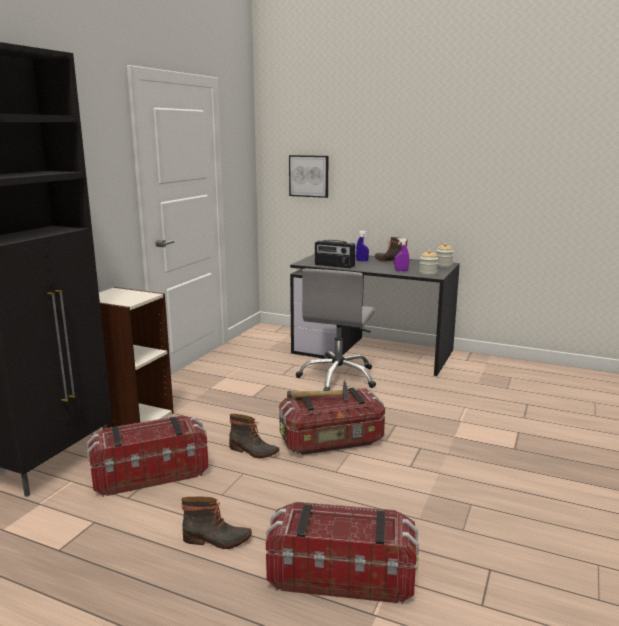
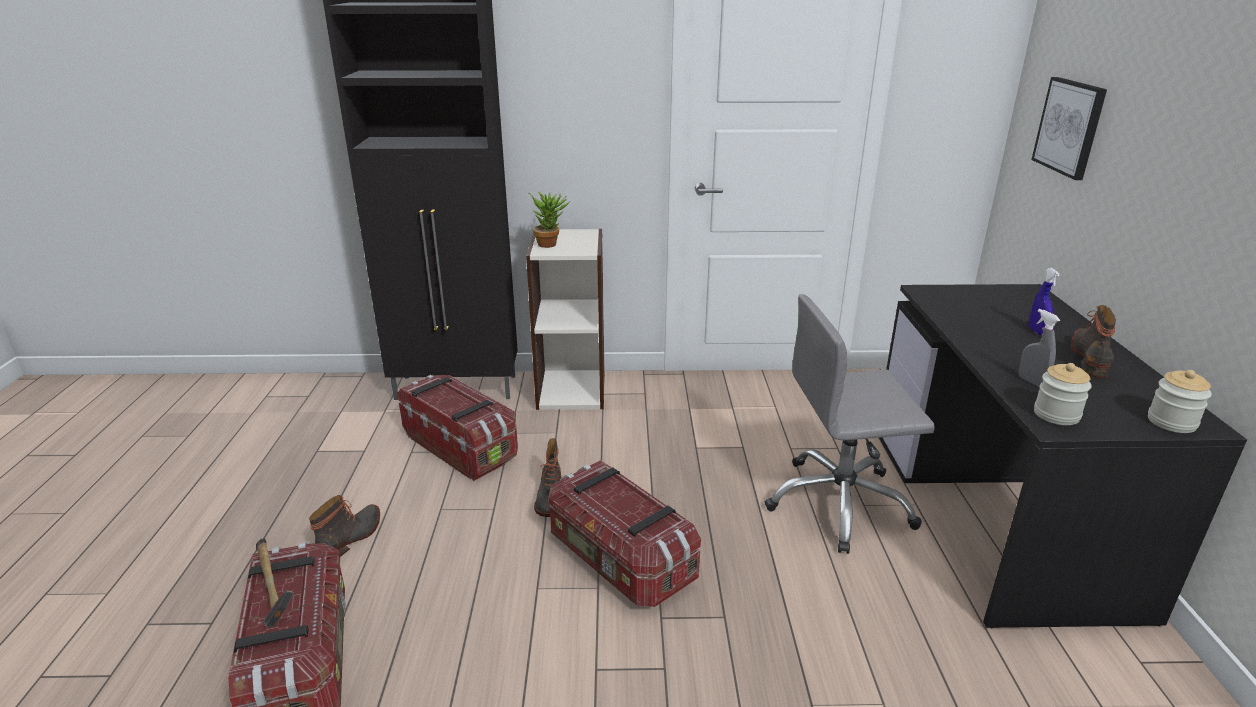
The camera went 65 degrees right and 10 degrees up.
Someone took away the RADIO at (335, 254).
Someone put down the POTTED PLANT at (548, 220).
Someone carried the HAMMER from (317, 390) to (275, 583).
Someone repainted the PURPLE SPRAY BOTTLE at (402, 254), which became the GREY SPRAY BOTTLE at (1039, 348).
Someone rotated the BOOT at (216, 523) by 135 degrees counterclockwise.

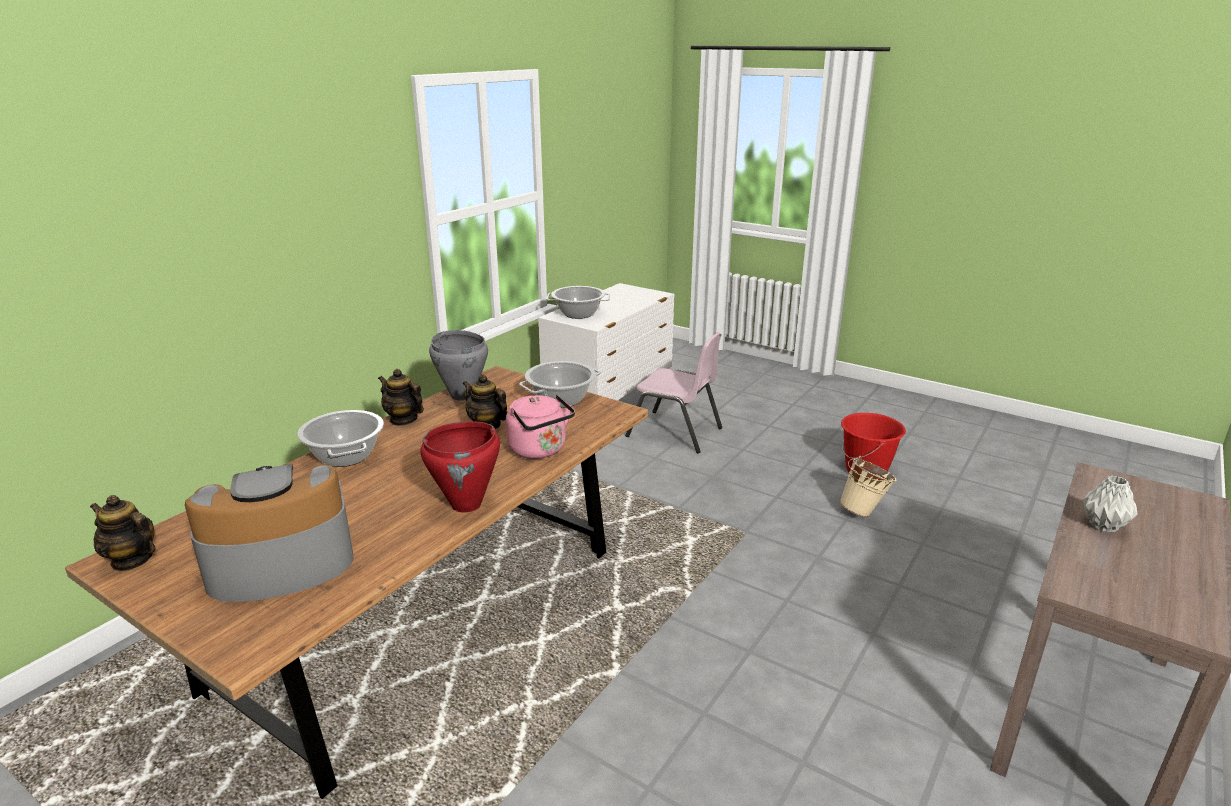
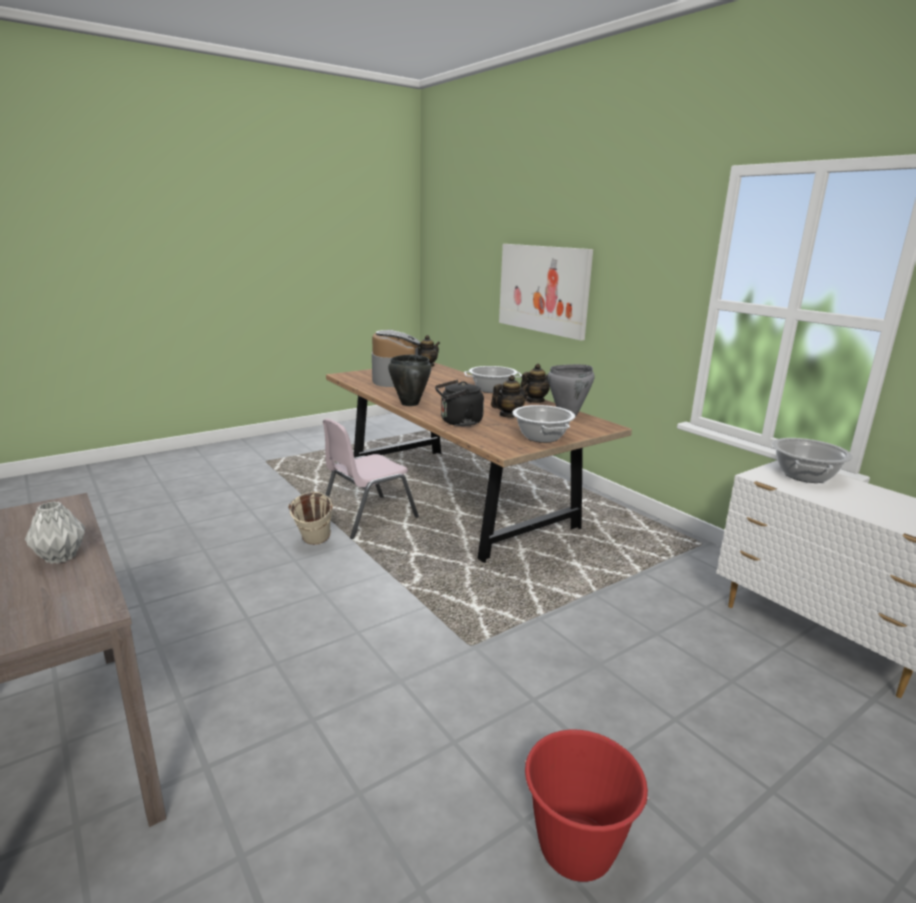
The camera went 110 degrees right and 5 degrees down.
Someone put up the PICTURE at (546, 292).
Someone carried the PINK CHAIR from (673, 392) to (371, 478).
Someone carried the BEIGE BUCKET from (868, 486) to (311, 518).
Someone repainted the RED COOKING POT at (460, 467), which became the BLACK COOKING POT at (409, 380).
Someone repainted the PINK KETTLE at (540, 426), which became the BLACK KETTLE at (459, 403).

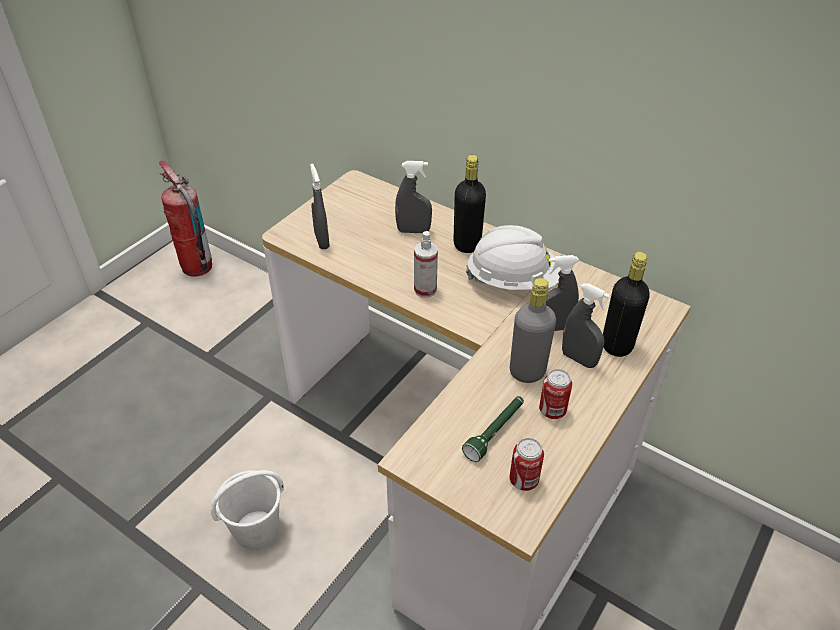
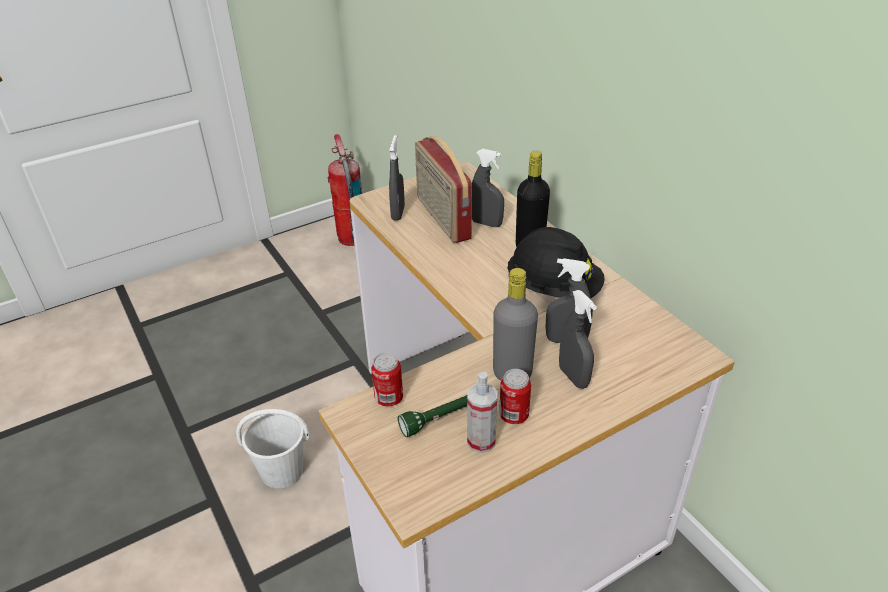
The camera went 25 degrees right and 5 degrees down.
Someone took away the BLACK BOTTLE at (626, 304).
Someone put down the RADIO at (443, 189).
Someone carried the SPRAY BOTTLE from (426, 264) to (482, 412).
Someone carried the CAN from (526, 464) to (387, 379).
Someone repainted the WHITE HARD HAT at (513, 257), which became the BLACK HARD HAT at (556, 262).

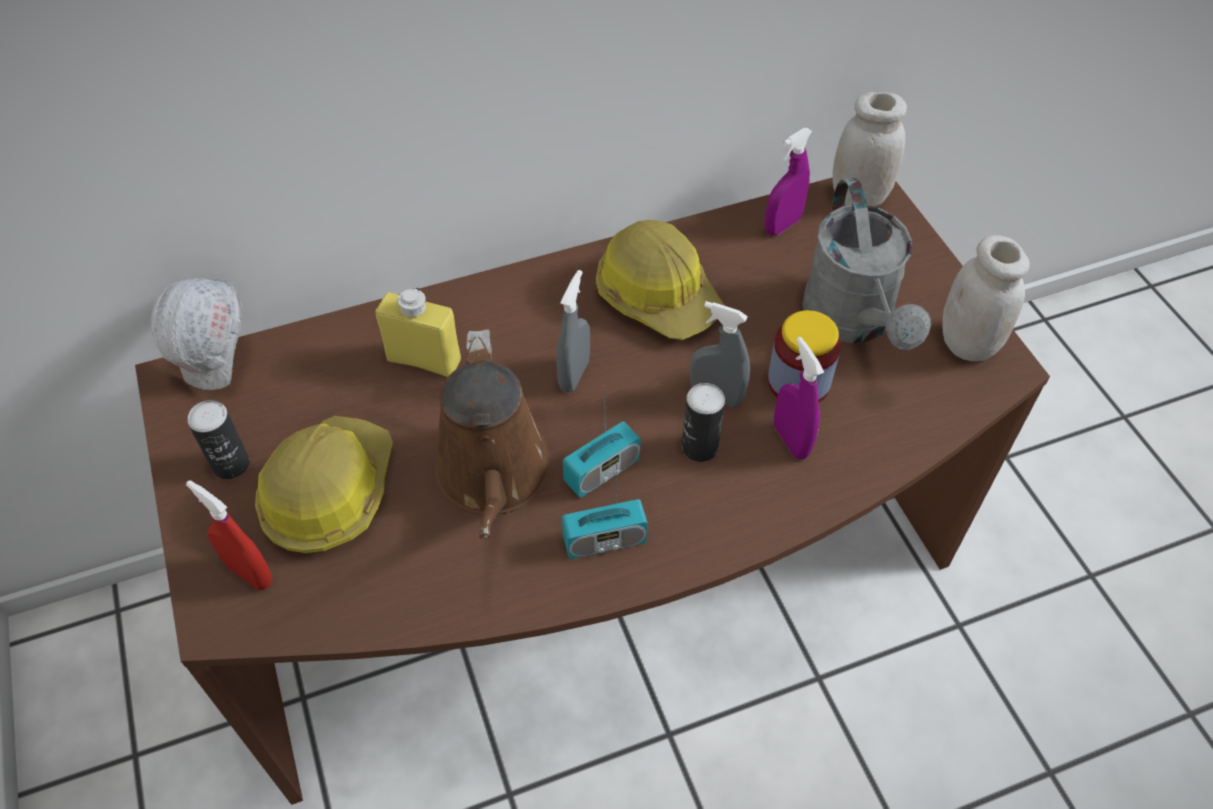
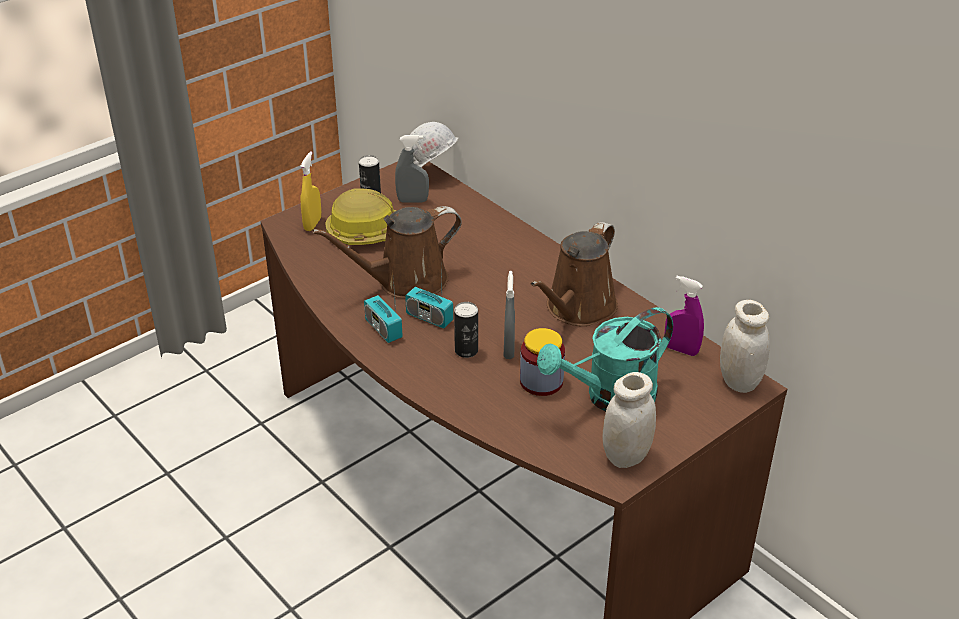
The camera went 70 degrees right and 15 degrees down.
Someone took away the YELLOW BOTTLE at (418, 332).
Someone took away the PURPLE SPRAY BOTTLE at (799, 398).
Someone carried the GREY SPRAY BOTTLE from (573, 331) to (412, 169).
Someone swapped the HARD HAT at (660, 280) for the BROWN WATERING CAN at (574, 274).
Someone repainted the RED SPRAY BOTTLE at (229, 535), which became the YELLOW SPRAY BOTTLE at (310, 191).
Someone repainted the GREY WATERING CAN at (866, 264), which became the TURQUOISE WATERING CAN at (605, 359).

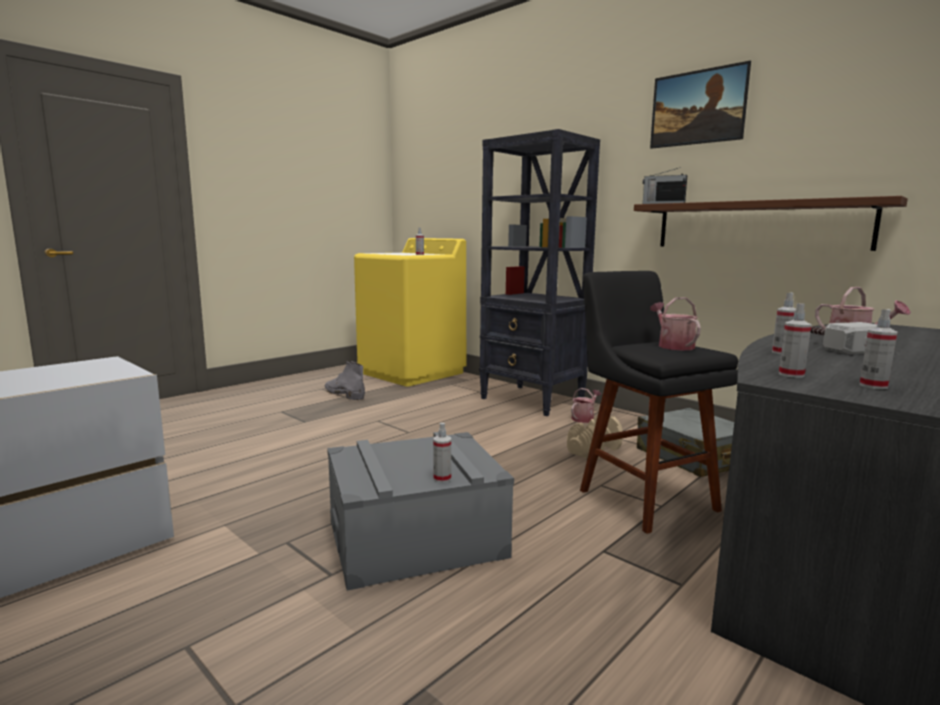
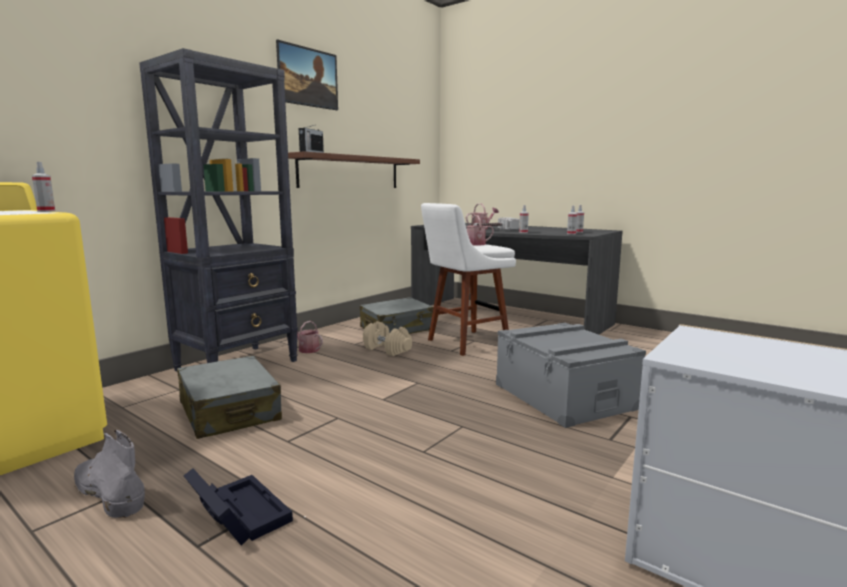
The camera went 95 degrees left and 0 degrees up.
Someone took away the SPRAY BOTTLE at (442, 453).
Someone put down the GREY SUITCASE at (229, 397).
Someone put down the BLACK STORAGE BOX at (238, 507).
Someone repainted the BLACK STOOL at (659, 402), which became the WHITE STOOL at (468, 279).
Someone rotated the GREY BOOT at (345, 380) by 90 degrees clockwise.

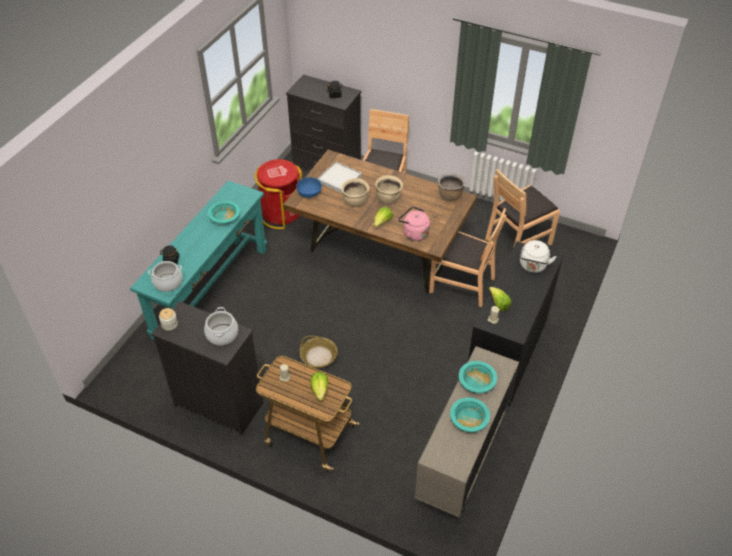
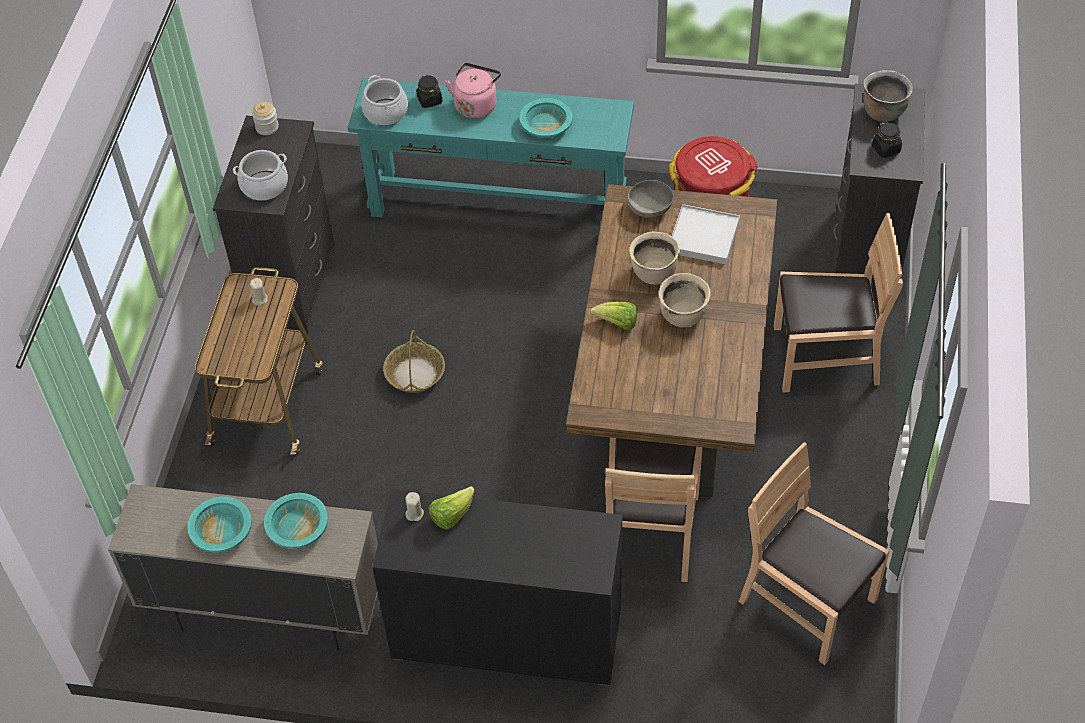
The camera went 75 degrees right and 5 degrees up.
Someone took away the LETTUCE at (319, 386).
Someone took away the WHITE KETTLE at (538, 256).
Someone carried the PINK KETTLE from (414, 223) to (473, 90).
Someone carried the BROWN COOKING POT from (451, 187) to (888, 96).
Someone repainted the BLUE BOWL at (309, 187), which became the GREY BOWL at (651, 199).

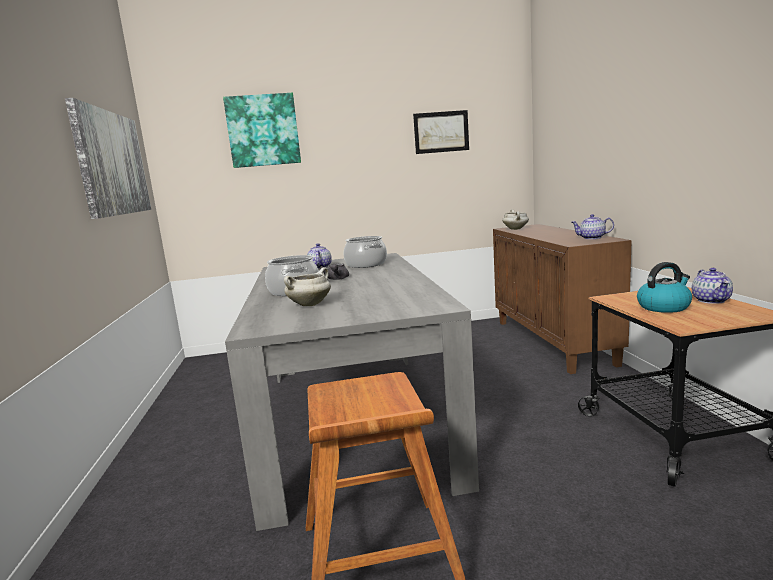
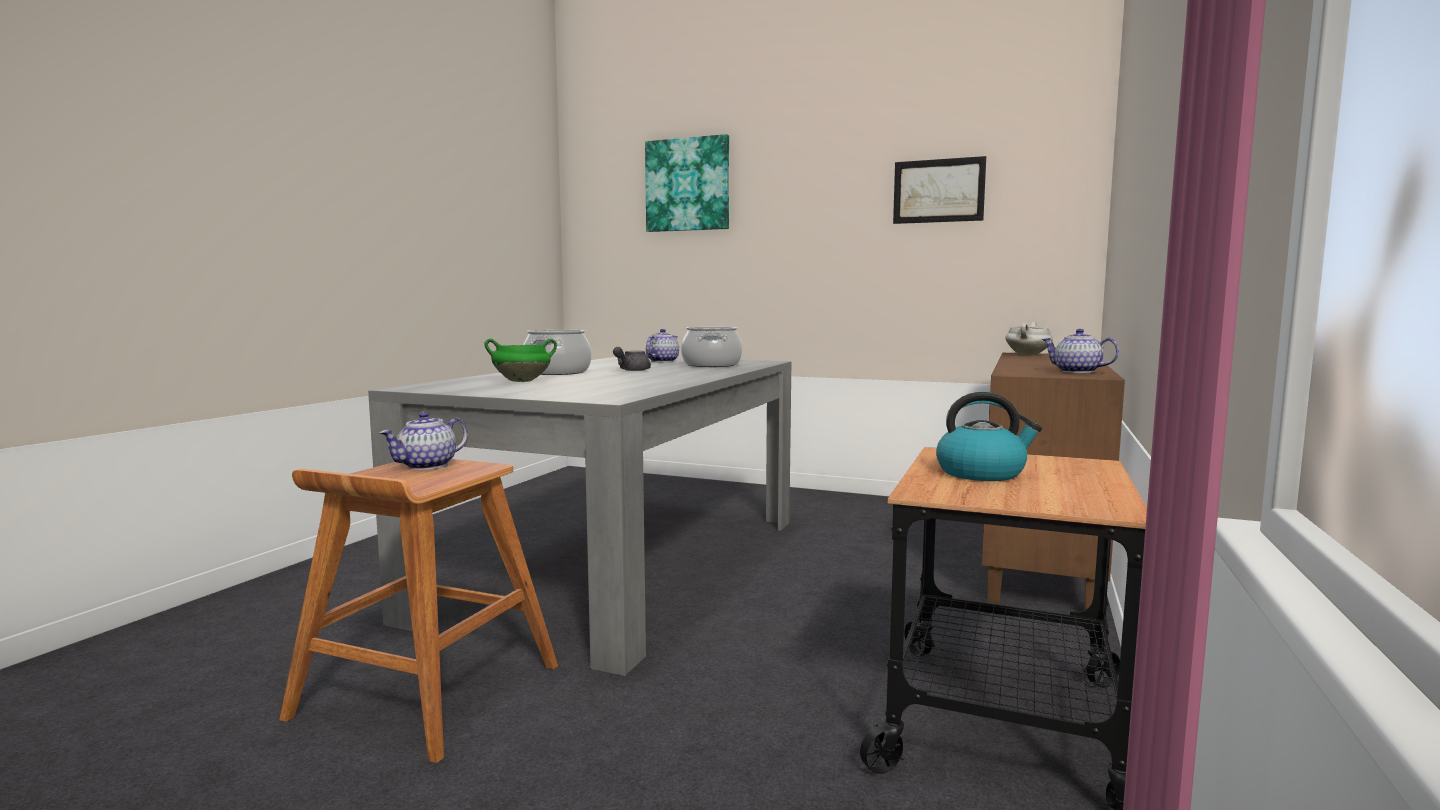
The camera went 30 degrees right and 5 degrees down.
Someone took away the PICTURE at (108, 158).
Someone carried the TEAPOT from (712, 286) to (423, 441).
Someone repainted the WHITE COOKING POT at (307, 286), which became the GREEN COOKING POT at (521, 360).

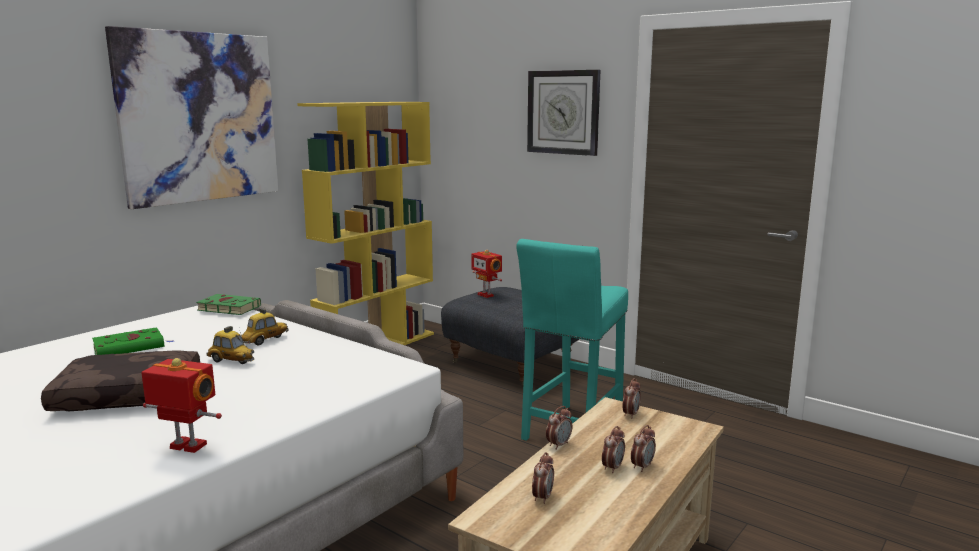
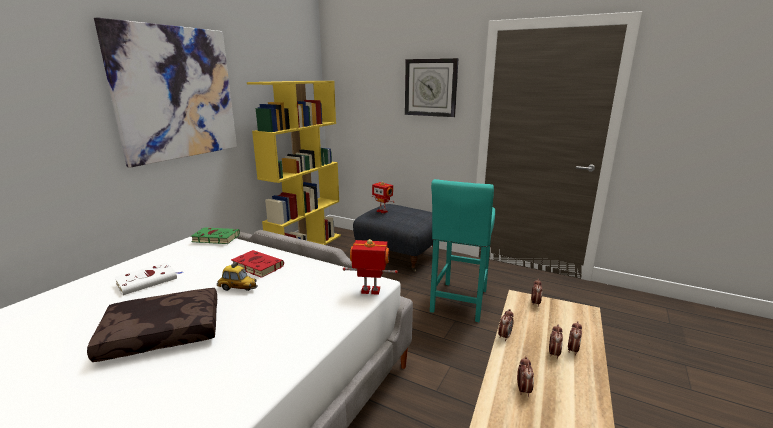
The camera went 10 degrees left and 5 degrees up.
Someone carried the TOY ROBOT from (181, 405) to (370, 267).
Someone swapped the TOY CAR at (265, 326) for the RED BOOK at (257, 264).
Someone repainted the GREEN BOOK at (133, 341), which became the WHITE BOOK at (149, 278).

